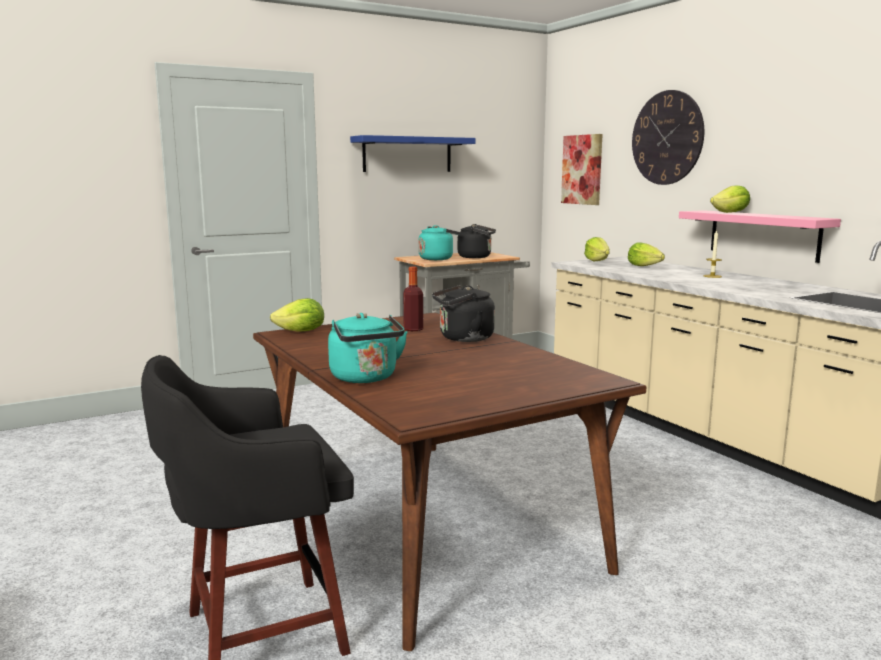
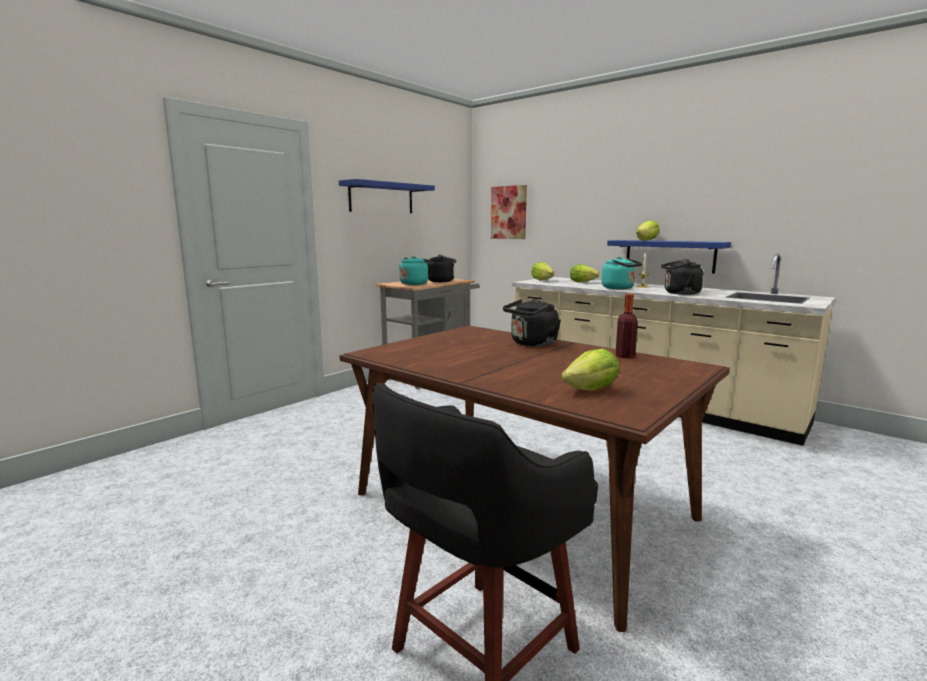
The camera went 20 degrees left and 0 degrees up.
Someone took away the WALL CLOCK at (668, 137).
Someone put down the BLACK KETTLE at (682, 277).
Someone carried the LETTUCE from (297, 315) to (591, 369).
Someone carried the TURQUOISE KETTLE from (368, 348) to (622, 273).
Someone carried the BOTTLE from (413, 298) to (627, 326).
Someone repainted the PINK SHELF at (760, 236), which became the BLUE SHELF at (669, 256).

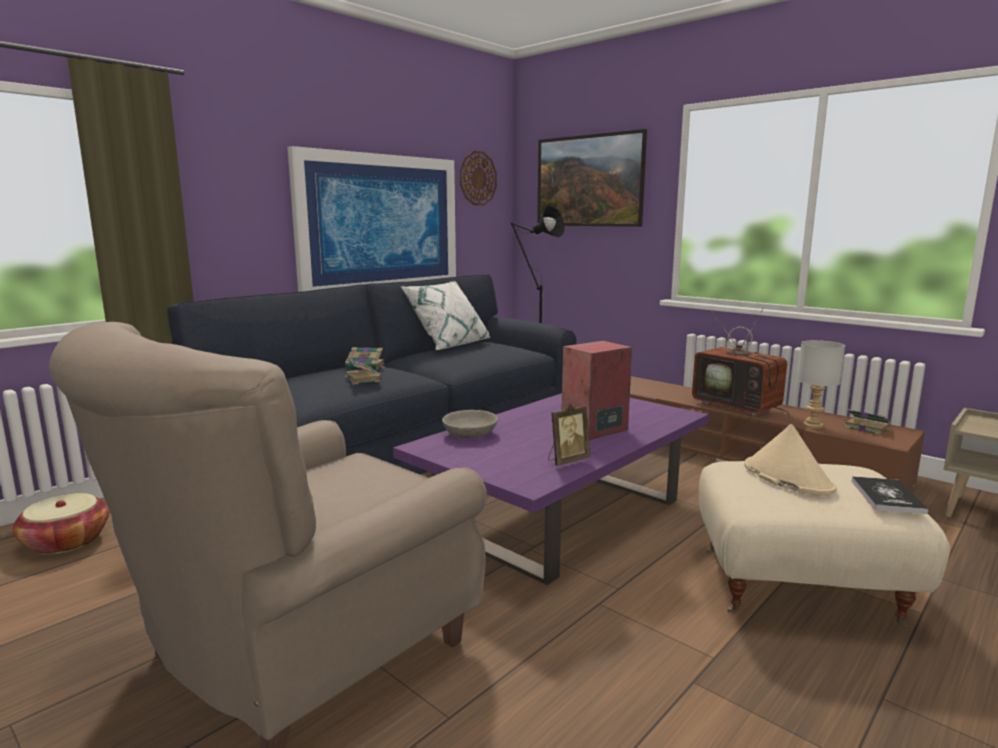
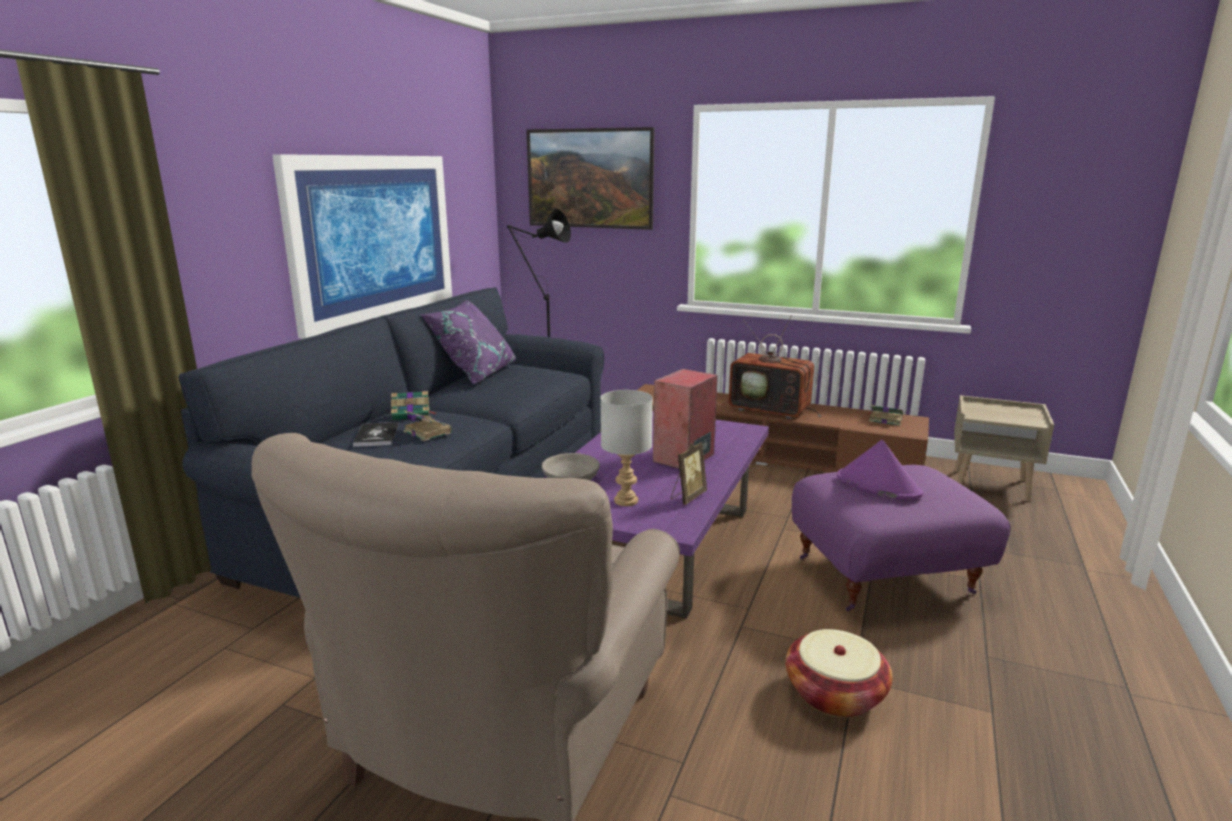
The camera went 20 degrees left and 5 degrees up.
Someone took away the WALL CLOCK at (478, 178).
Someone carried the BASKET from (61, 524) to (838, 673).
Someone carried the GREY TABLE LAMP from (821, 384) to (627, 448).
Someone carried the BOOK from (889, 495) to (376, 434).
Someone repainted the WHITE PILLOW at (445, 315), which became the PURPLE PILLOW at (468, 342).
Someone repainted the BEIGE OTTOMAN at (824, 544), which became the PURPLE OTTOMAN at (901, 538).
Someone repainted the BEIGE HAT at (790, 459), which became the PURPLE HAT at (880, 470).

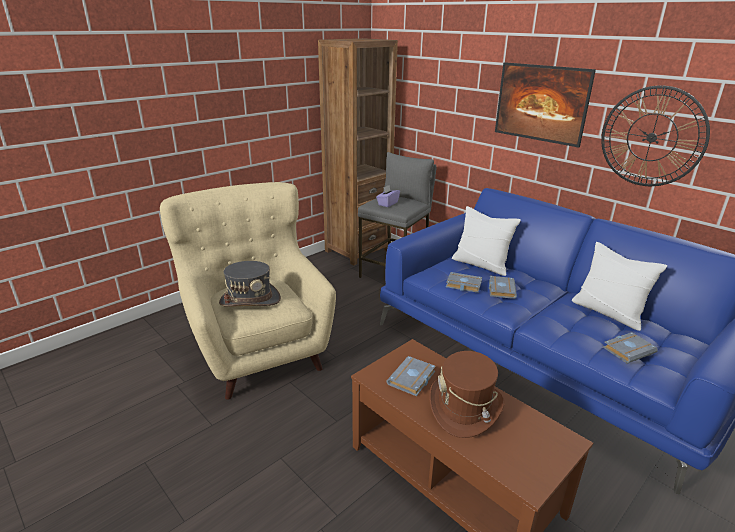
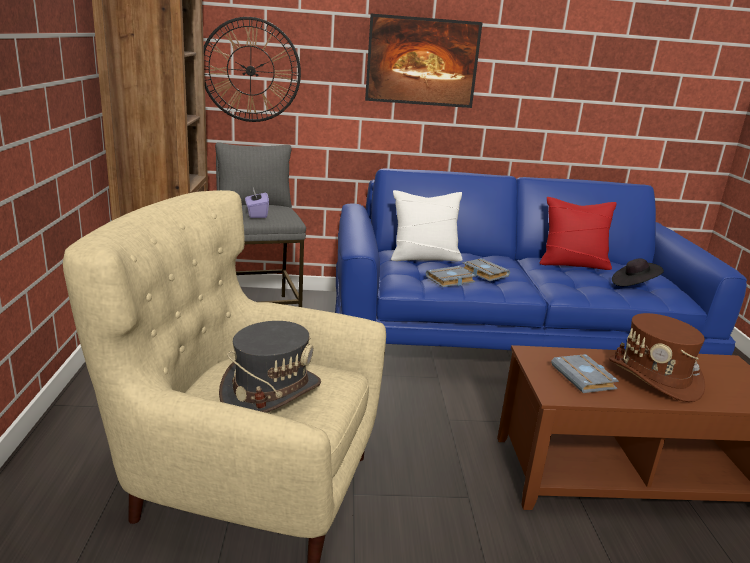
The camera went 50 degrees left and 5 degrees down.
Someone carried the WALL CLOCK from (655, 135) to (252, 69).
Someone swapped the GREY BOOK at (630, 348) for the BLACK HAT at (638, 272).
Someone repainted the WHITE PILLOW at (619, 286), which became the RED PILLOW at (578, 233).

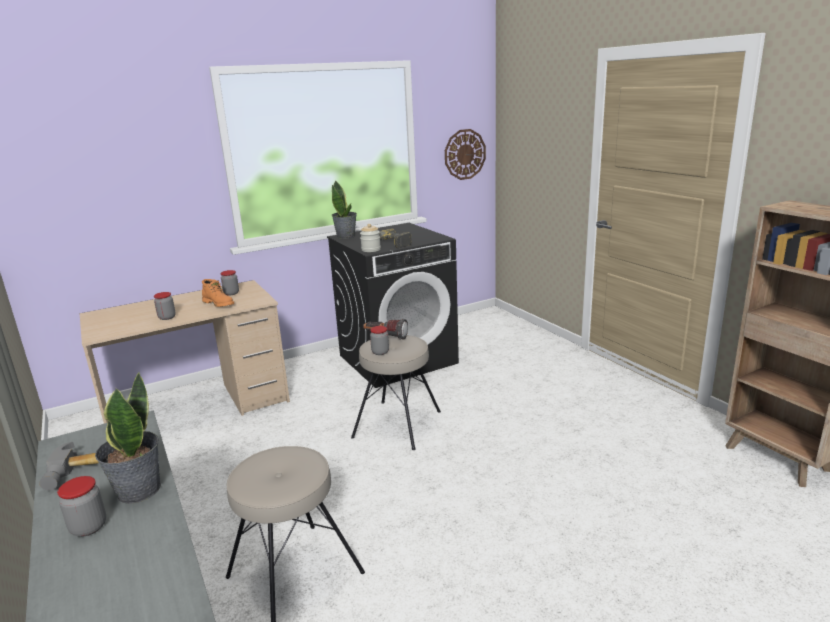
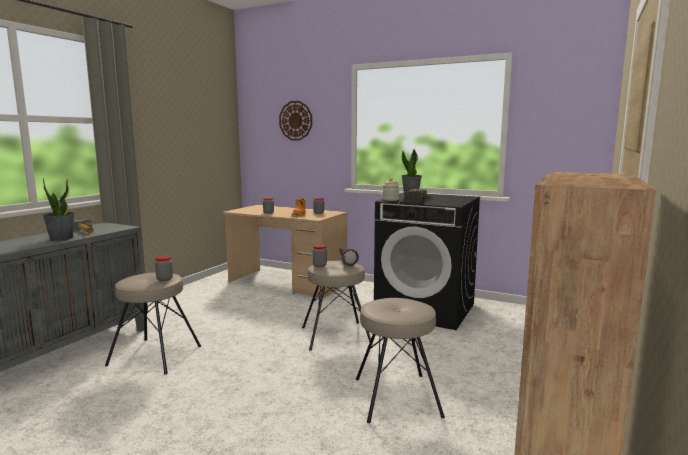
The camera went 55 degrees right and 10 degrees down.
Someone put down the BEIGE STOOL at (400, 360).
Someone carried the JAR from (81, 506) to (164, 268).
Someone carried the WALL CLOCK from (465, 154) to (295, 120).

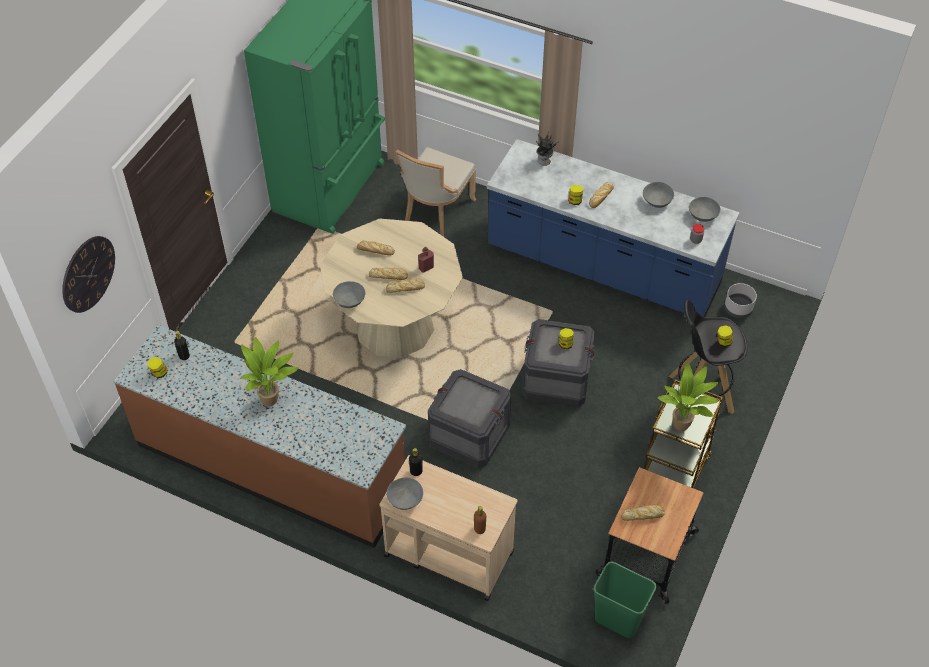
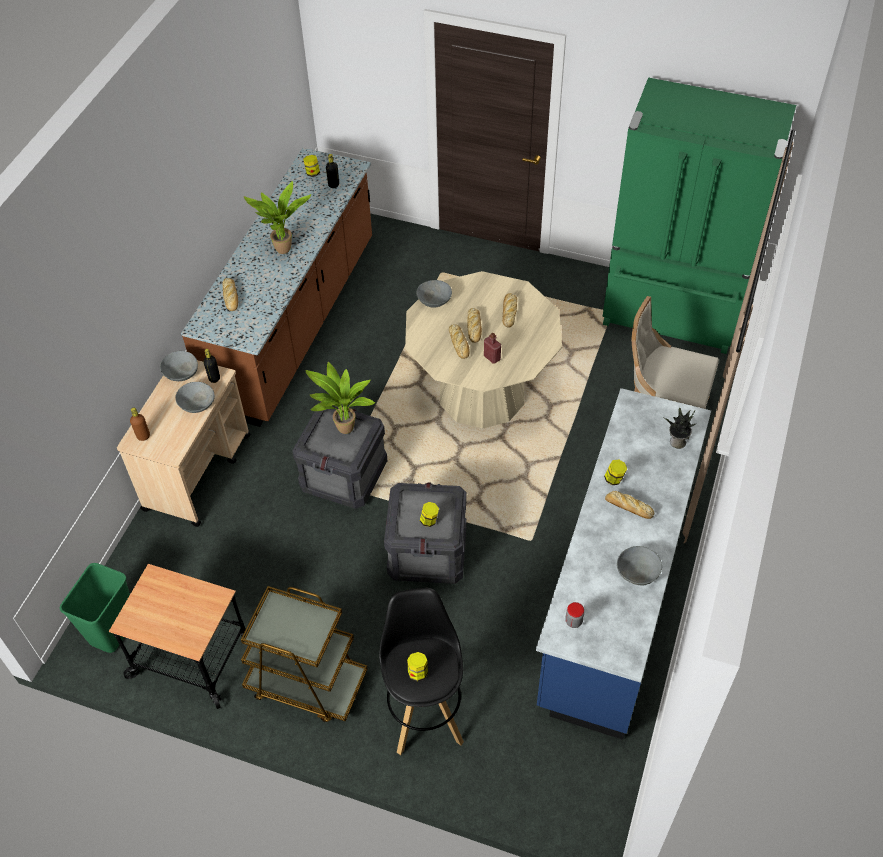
The camera went 85 degrees right and 0 degrees up.
Someone took away the WALL CLOCK at (88, 274).
Someone took away the GREY PLANTER at (740, 300).
Someone carried the BREAD from (643, 513) to (230, 294).
Someone carried the POTTED PLANT from (688, 396) to (340, 398).
Someone carried the GREY BOWL from (705, 209) to (195, 397).

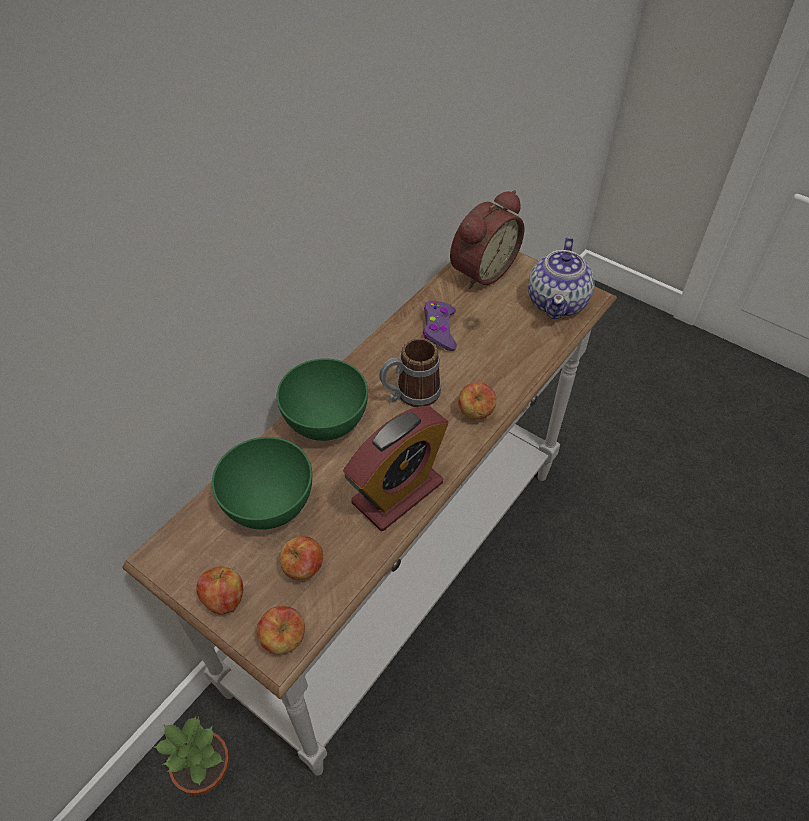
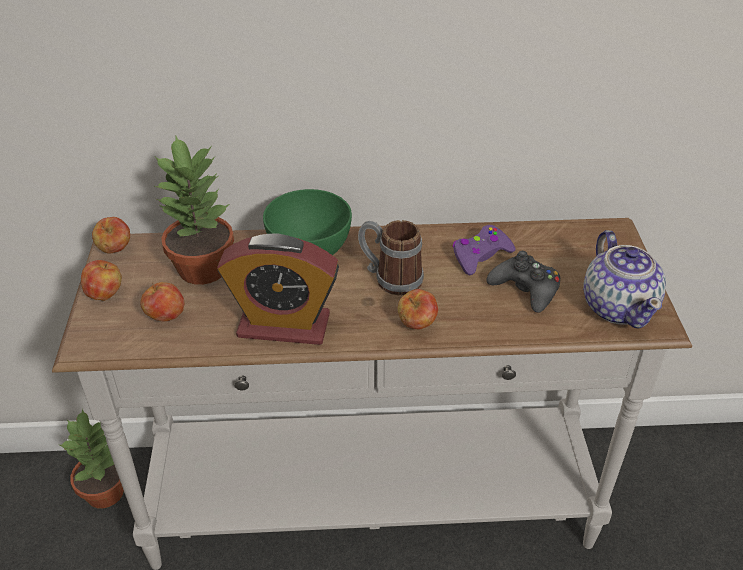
The camera went 50 degrees right and 10 degrees down.
Someone took away the ALARM CLOCK at (487, 239).
Someone put down the BLACK GAME CONTROLLER at (523, 282).
Someone carried the APPLE from (281, 630) to (111, 235).
Someone swapped the GREEN BOWL at (262, 483) for the POTTED PLANT at (194, 210).
Someone rotated the TEAPOT at (561, 278) by 75 degrees counterclockwise.

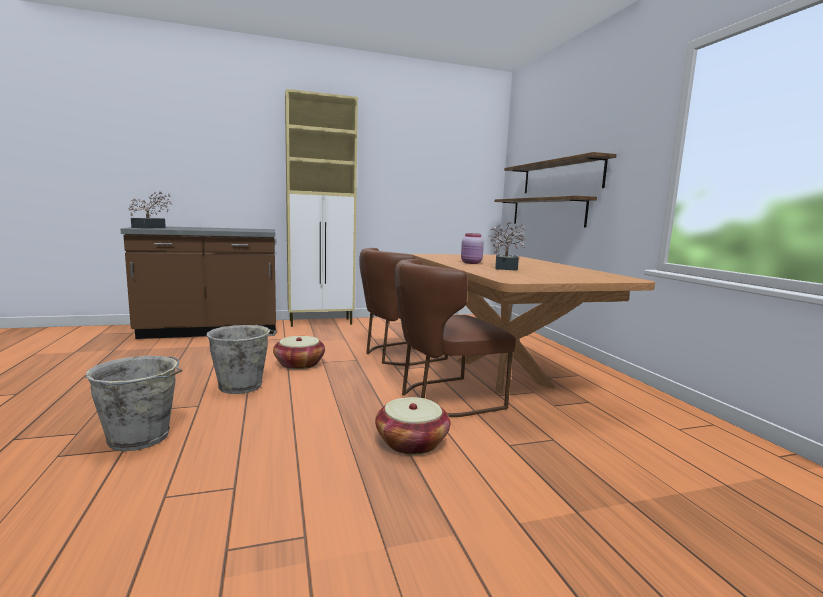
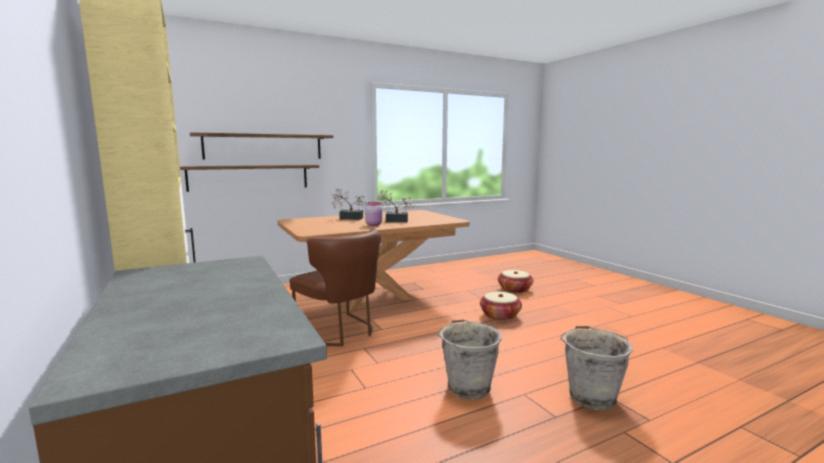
The camera went 100 degrees left and 0 degrees up.
Someone took away the BROWN CHAIR at (455, 338).
Someone carried the POTTED PLANT from (150, 210) to (349, 204).
Someone carried the BASKET from (299, 352) to (515, 281).

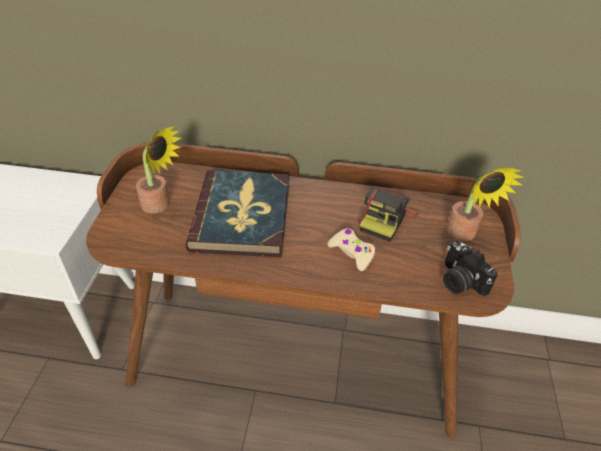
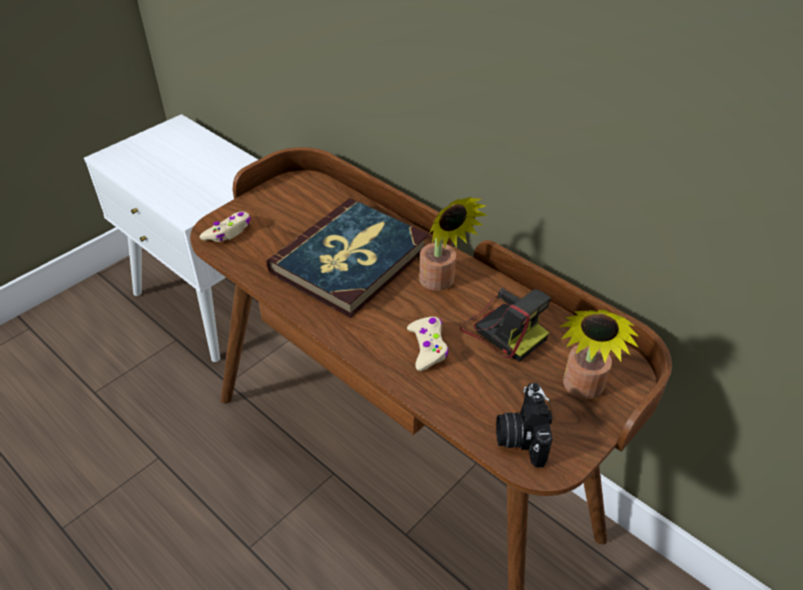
The camera went 35 degrees right and 0 degrees up.
Someone put down the BEIGE GAME CONTROLLER at (225, 226).
Someone carried the POTTED PLANT from (159, 170) to (453, 244).
Someone rotated the PHOTO CAMERA at (389, 215) by 105 degrees counterclockwise.

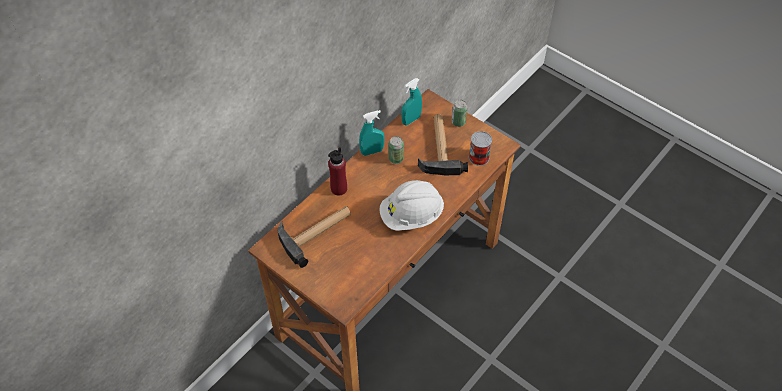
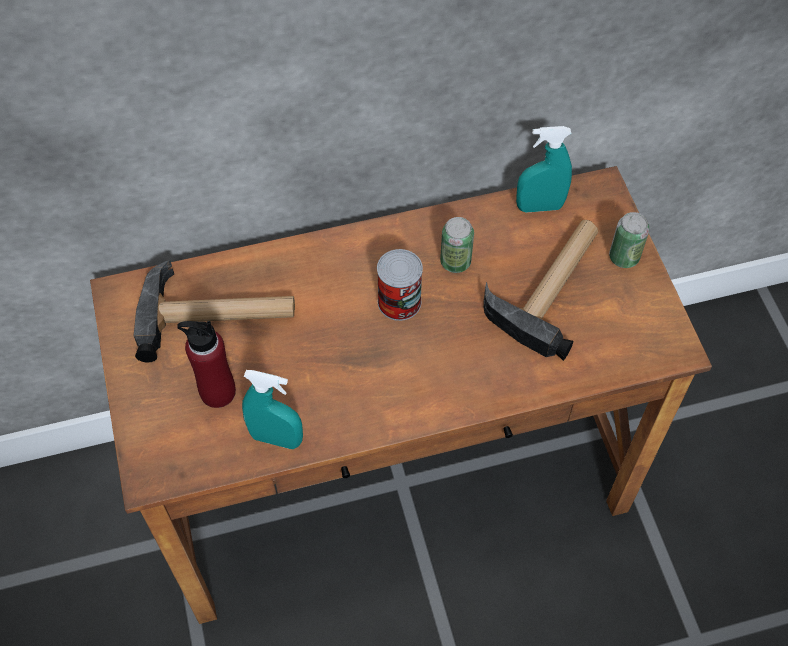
The camera went 35 degrees right and 5 degrees up.
Someone took away the WHITE HARD HAT at (411, 205).
Someone carried the RED BOTTLE from (337, 171) to (206, 364).
Someone carried the TURQUOISE SPRAY BOTTLE from (372, 133) to (272, 409).
Someone carried the CAN from (480, 148) to (400, 285).

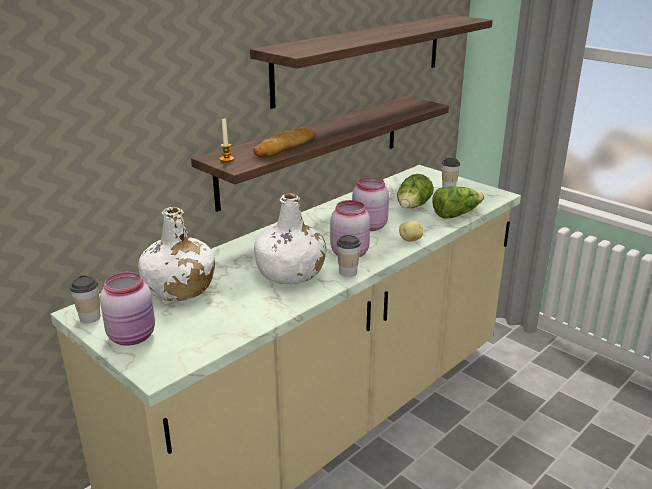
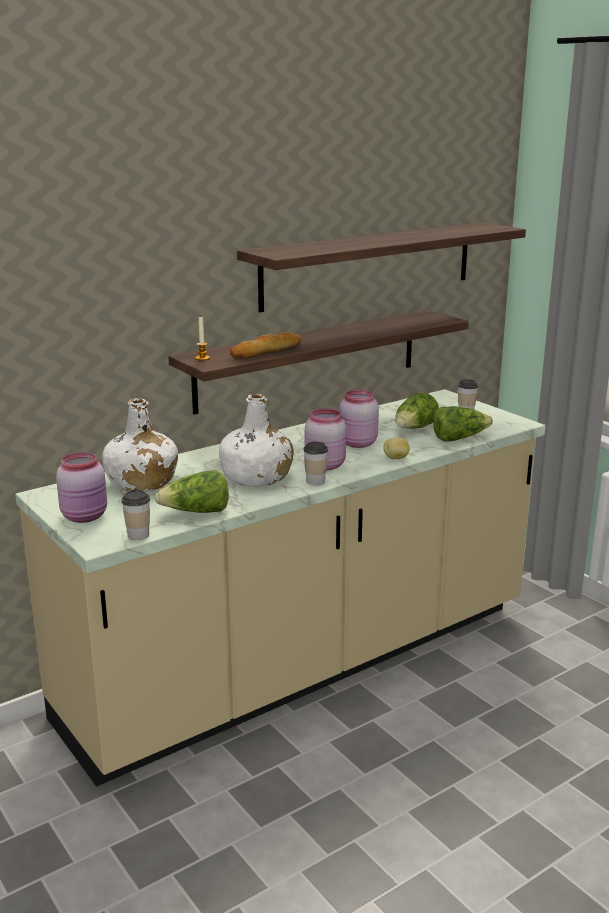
The camera went 10 degrees right and 5 degrees down.
Someone put down the LETTUCE at (191, 491).
Someone carried the CUP from (85, 299) to (136, 514).

